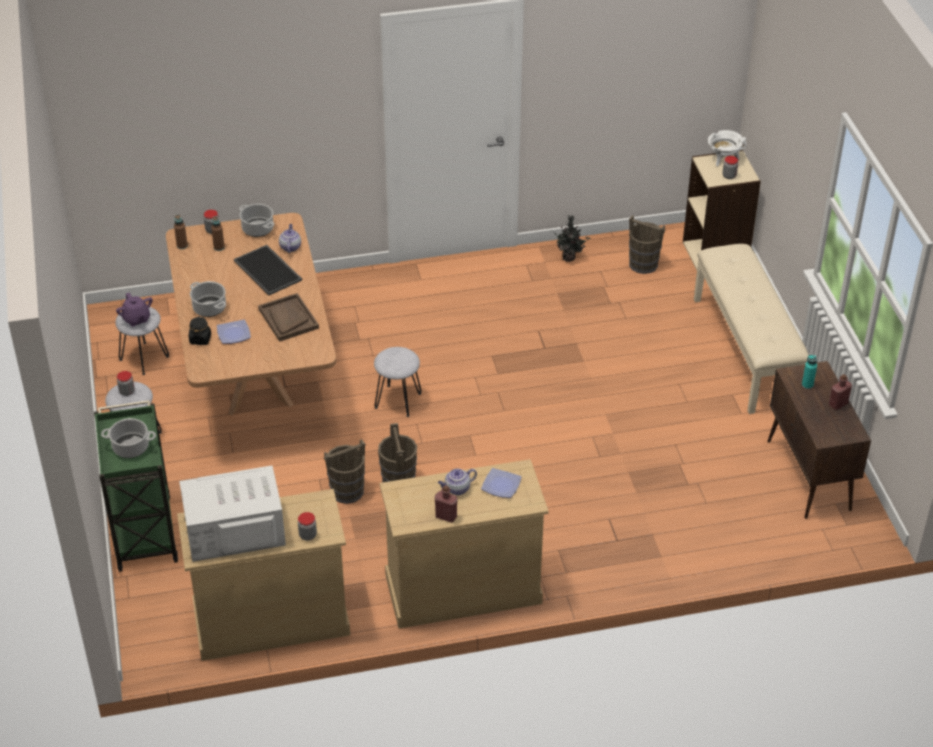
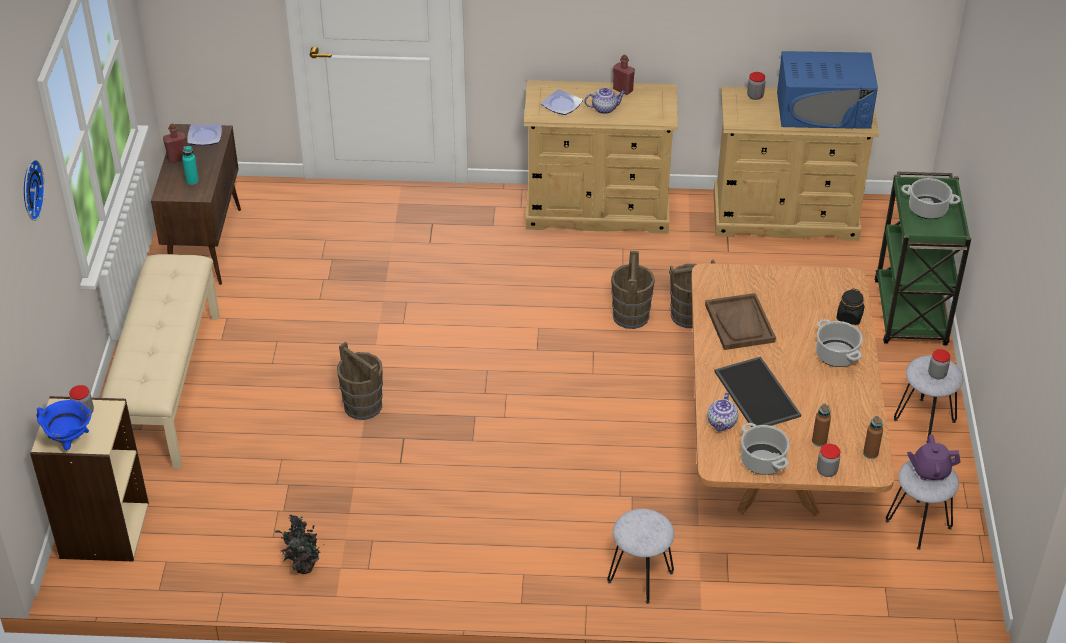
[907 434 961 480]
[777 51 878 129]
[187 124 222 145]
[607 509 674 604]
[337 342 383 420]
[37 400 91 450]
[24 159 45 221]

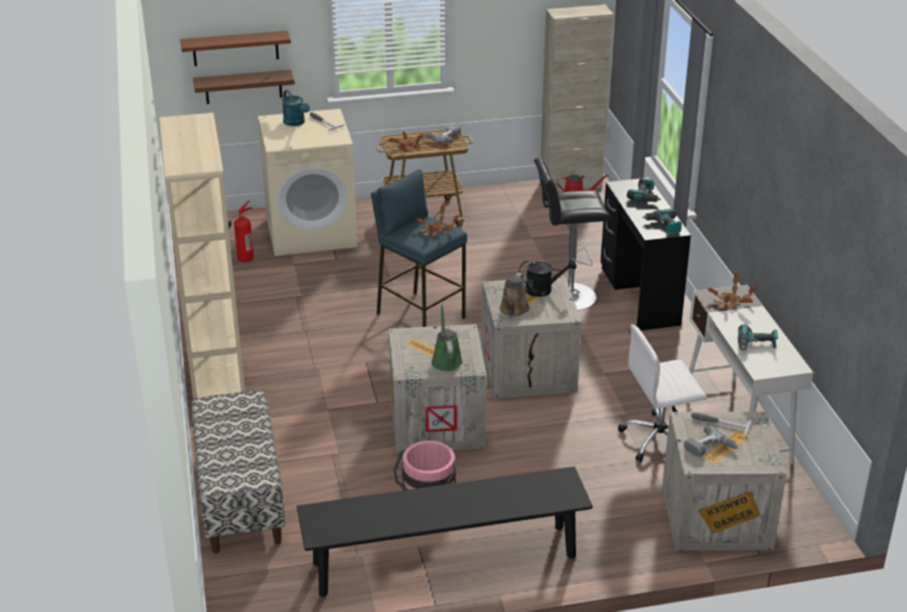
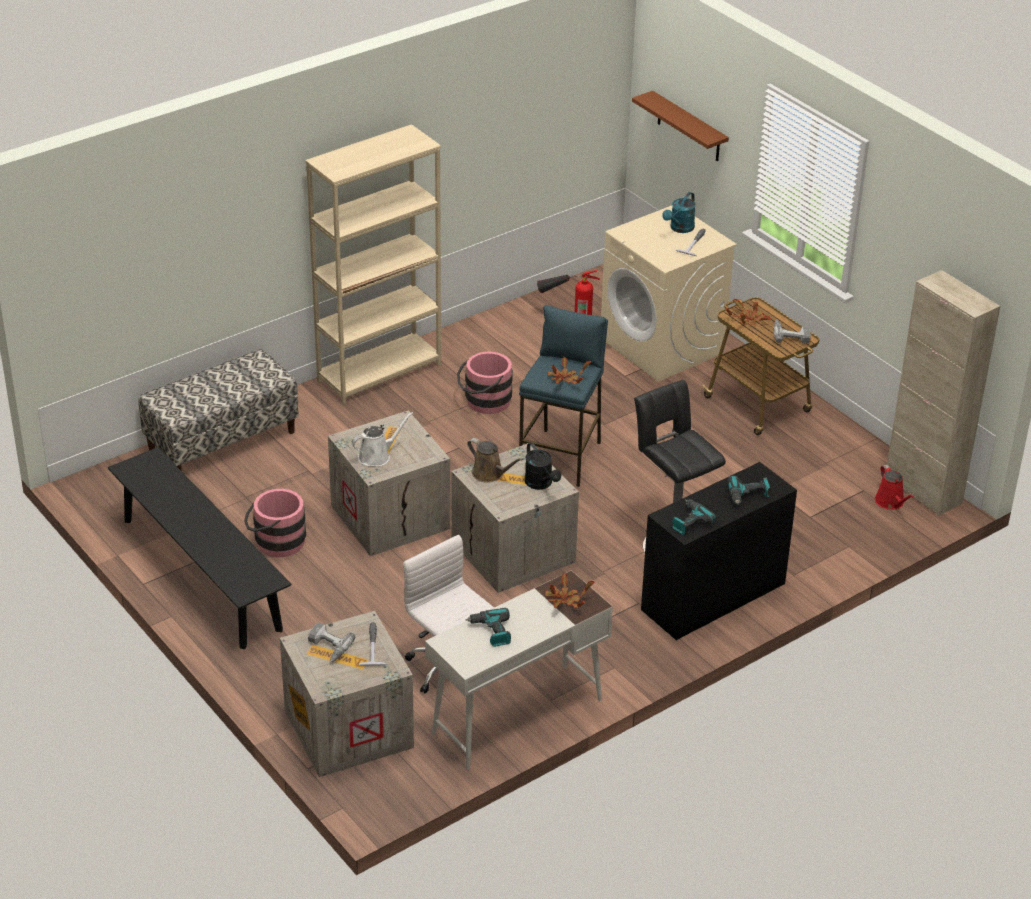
[193 70 295 104] (first image)
[351 412 413 467]
[467 438 523 483]
[457 352 513 414]

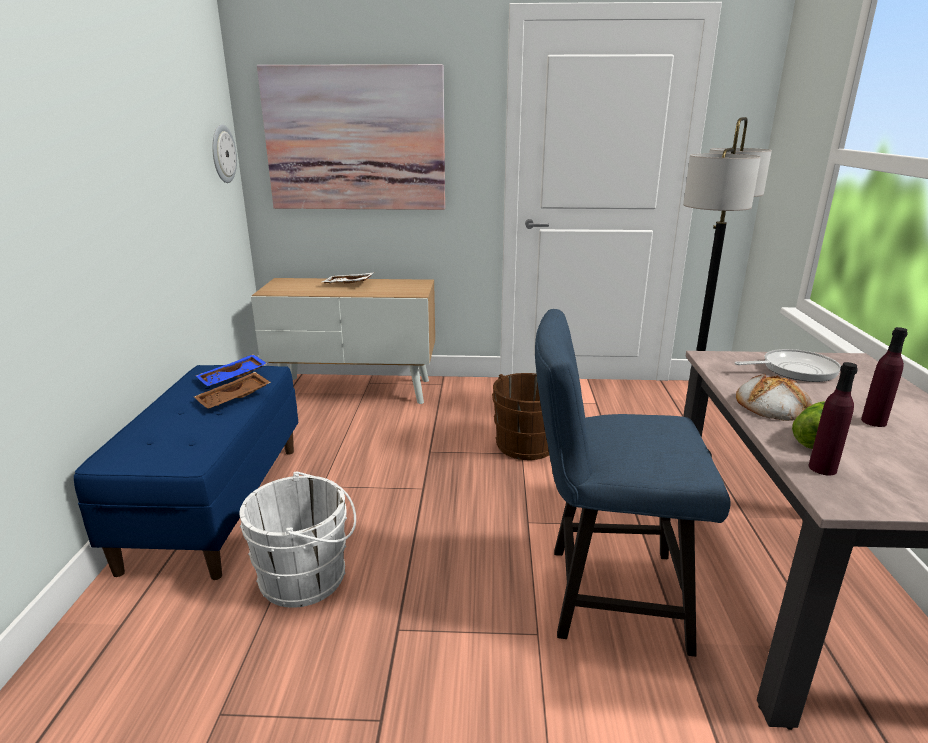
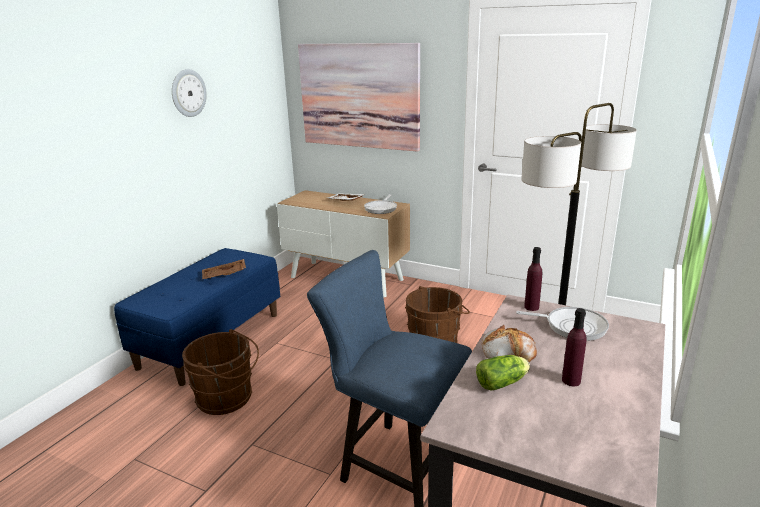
[196 354 267 386] (first image)
[172 69 207 117]
[182 329 259 415]
[524 247 542 311]
[364 194 397 214]

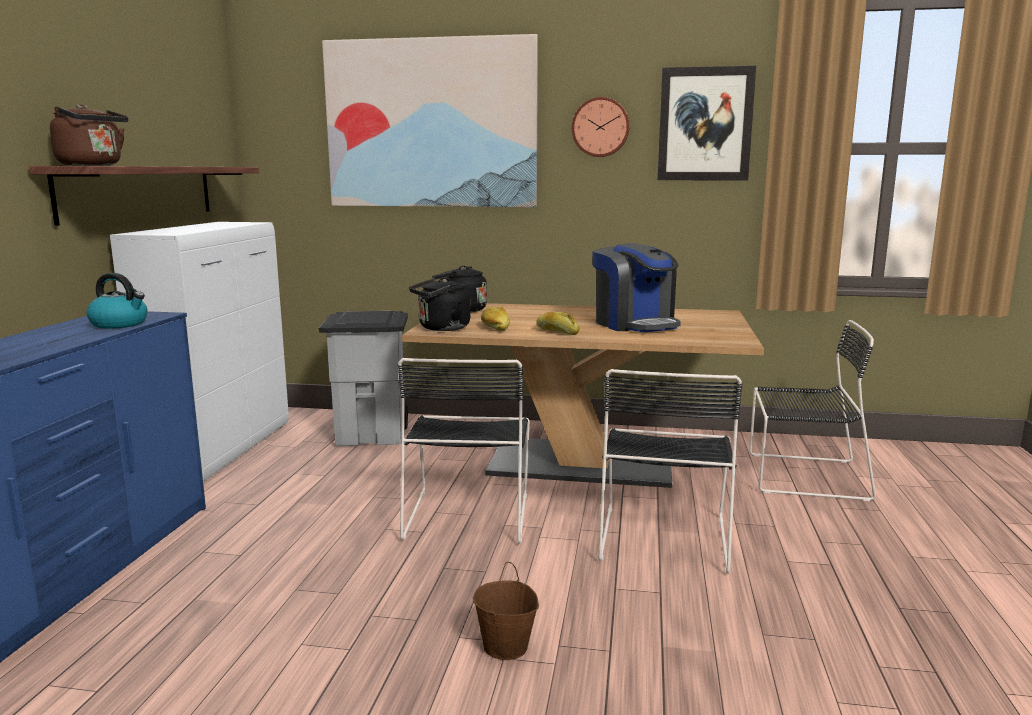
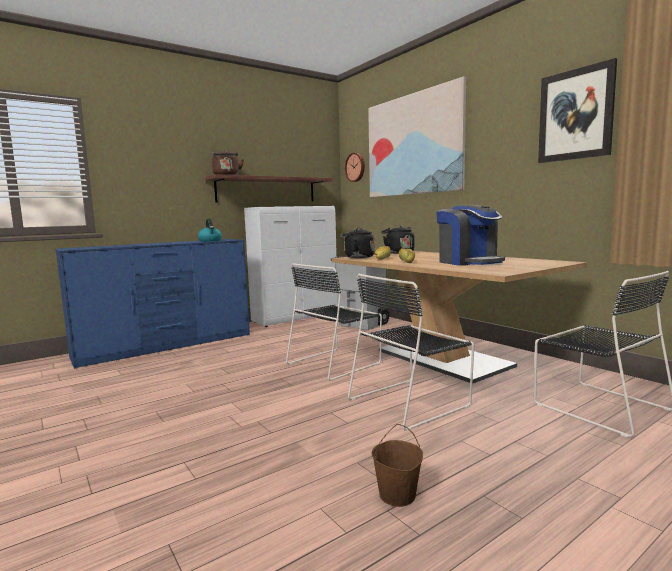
[372 424 423 507]
[345 153 365 182]
[436 205 505 266]

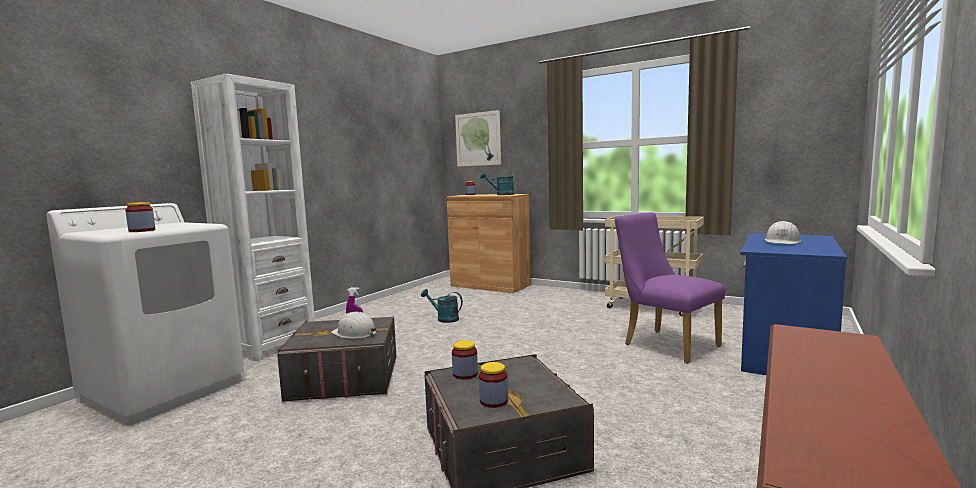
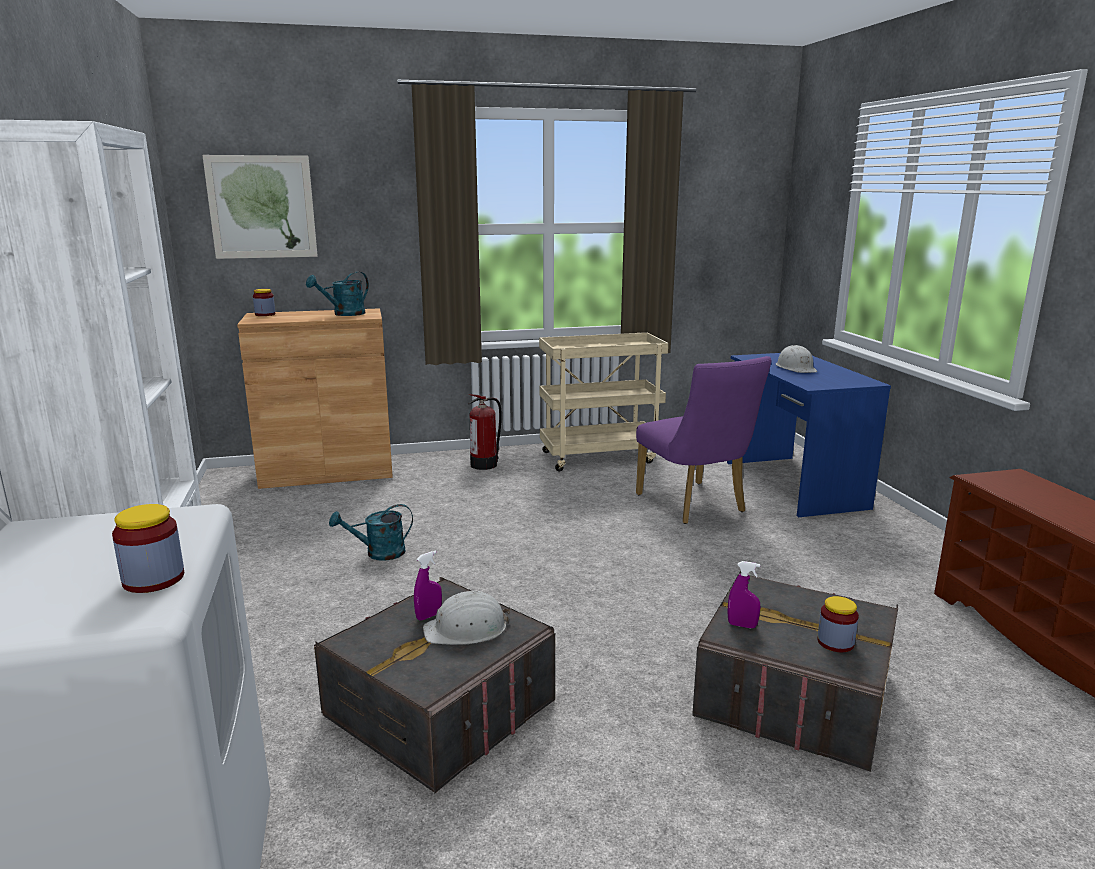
[727 561 760 628]
[636 356 772 524]
[468 394 502 470]

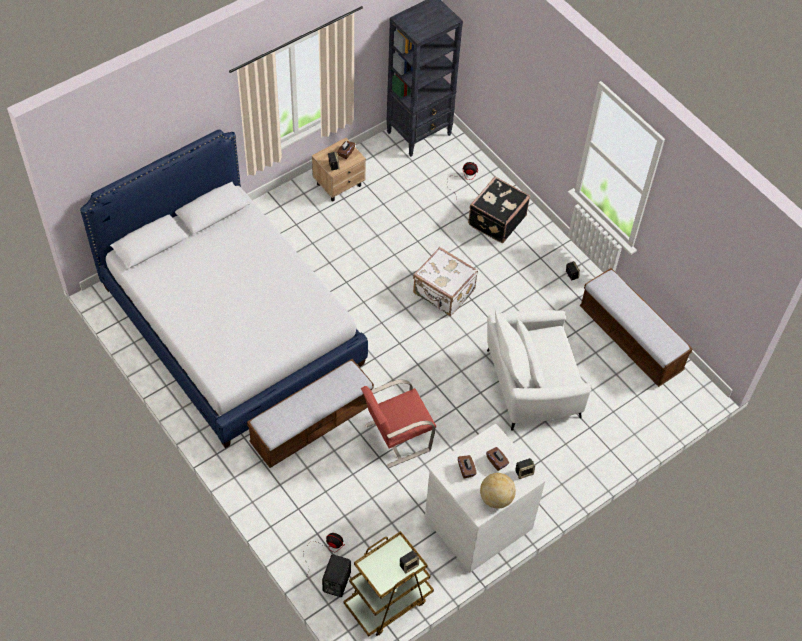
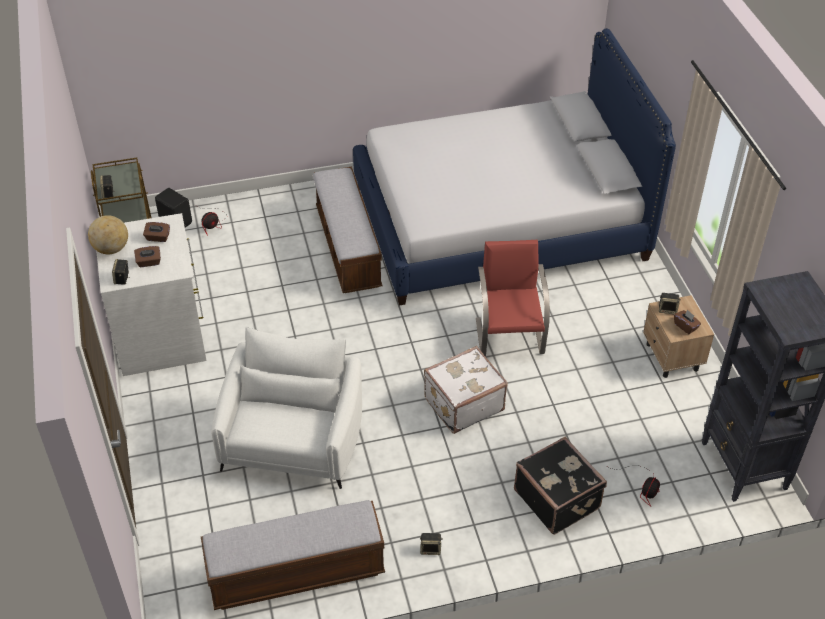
[476 240 550 356]

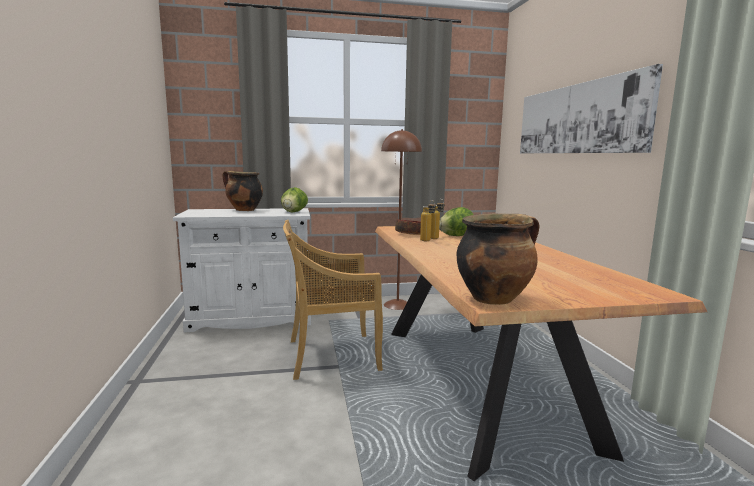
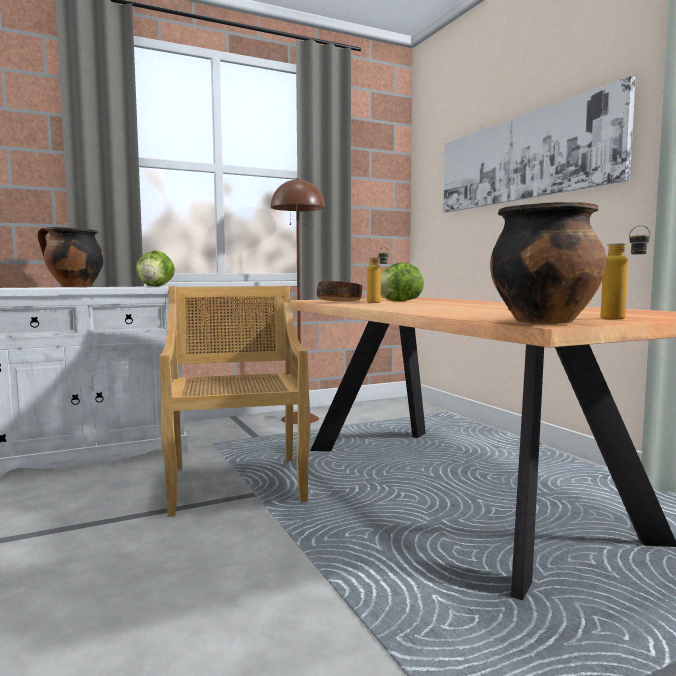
[160 285 310 517]
[601 225 651 320]

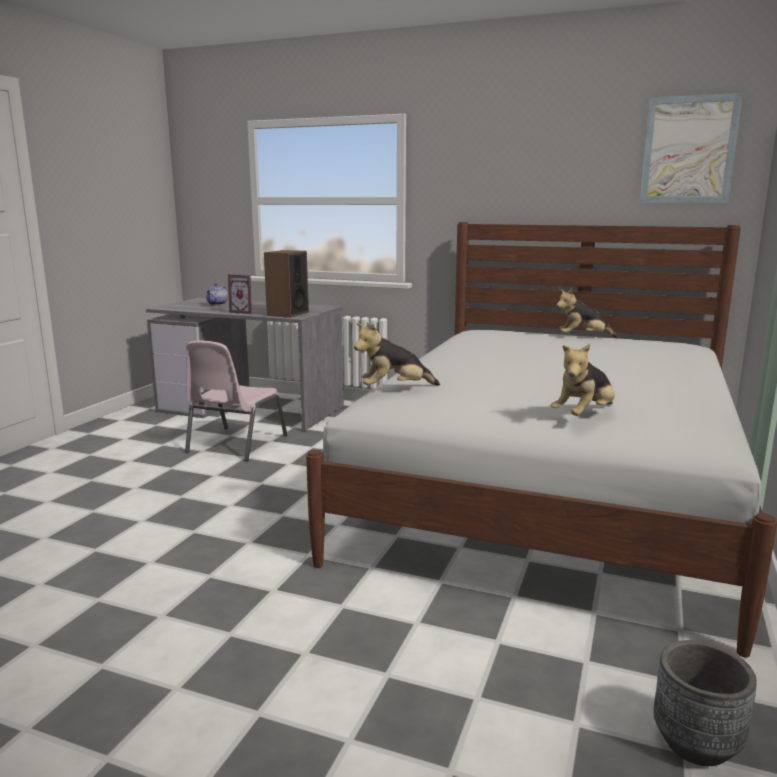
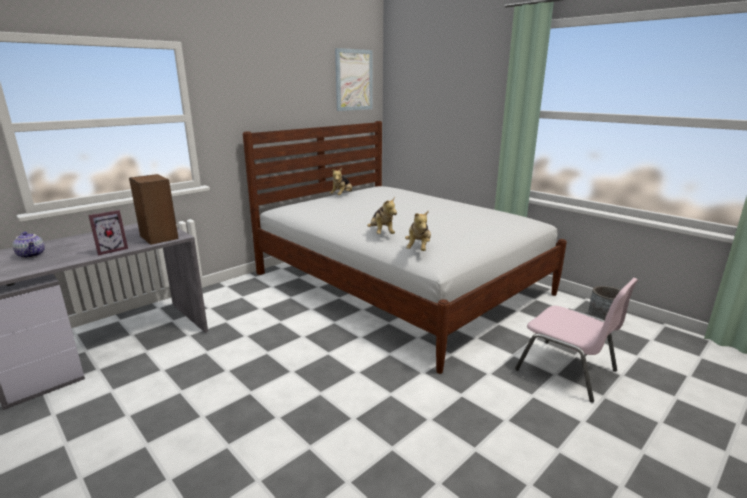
[515 278 638 402]
[367 197 397 234]

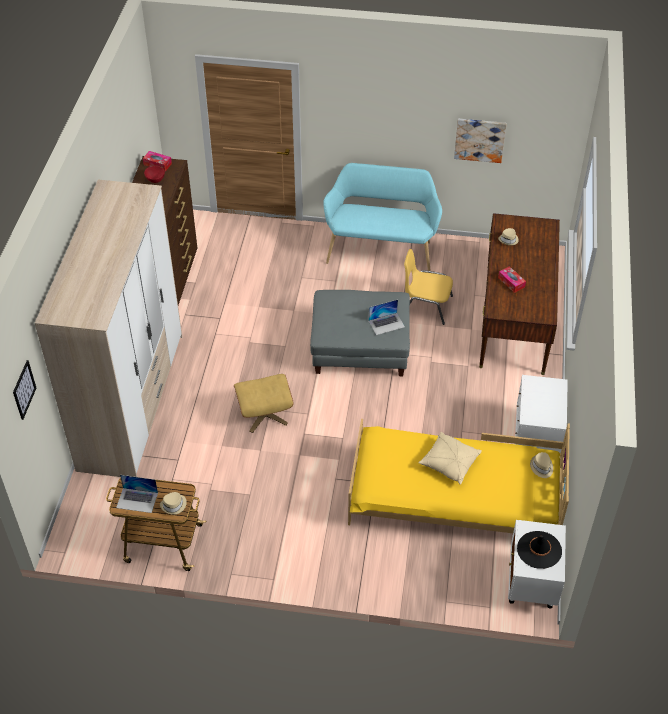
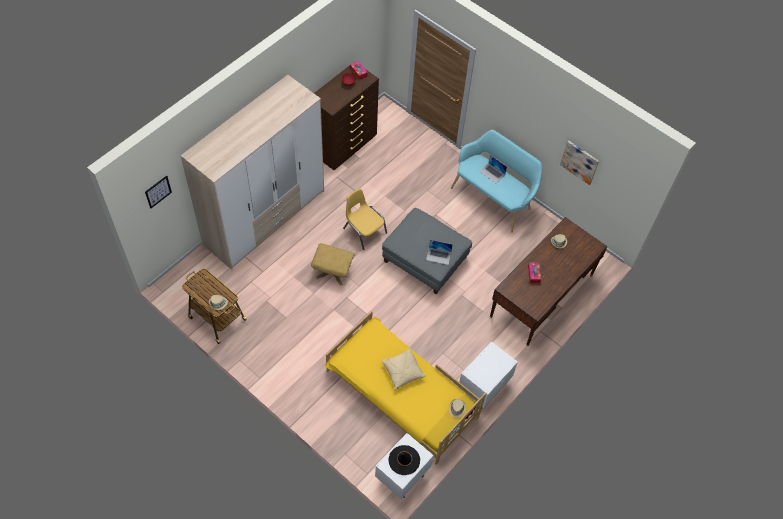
[479 155 507 183]
[343 189 387 250]

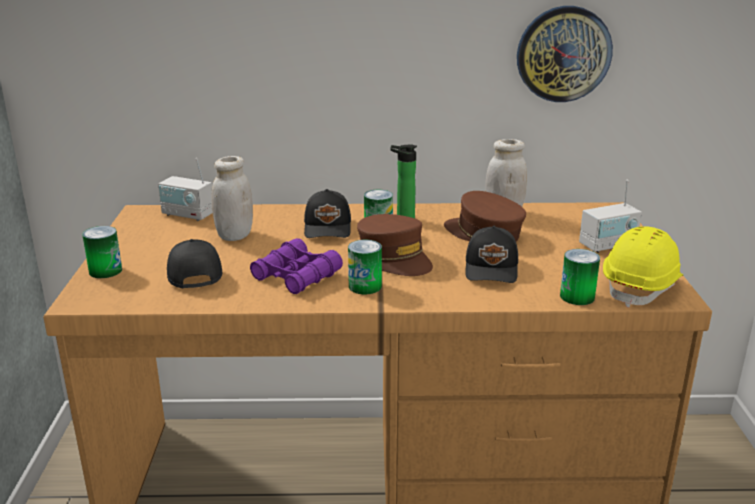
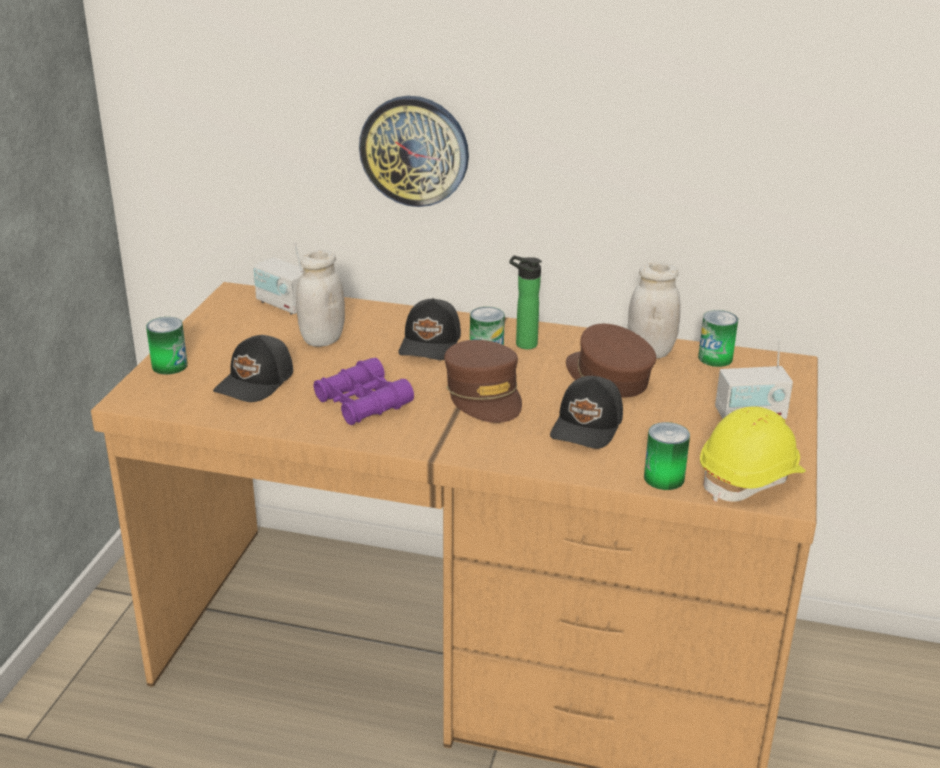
[213 335 293 402]
[698 310 738 367]
[359 96 469 207]

